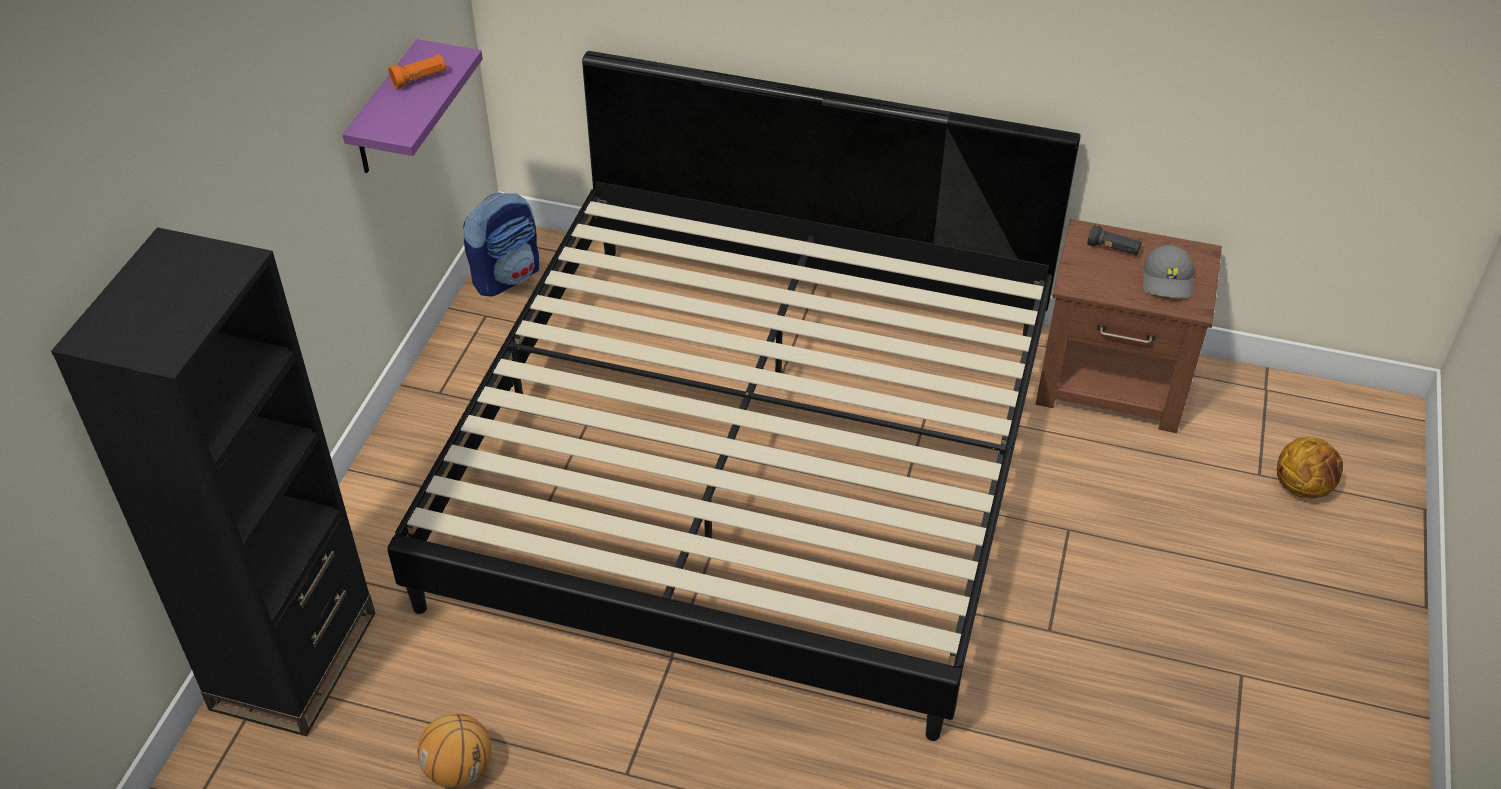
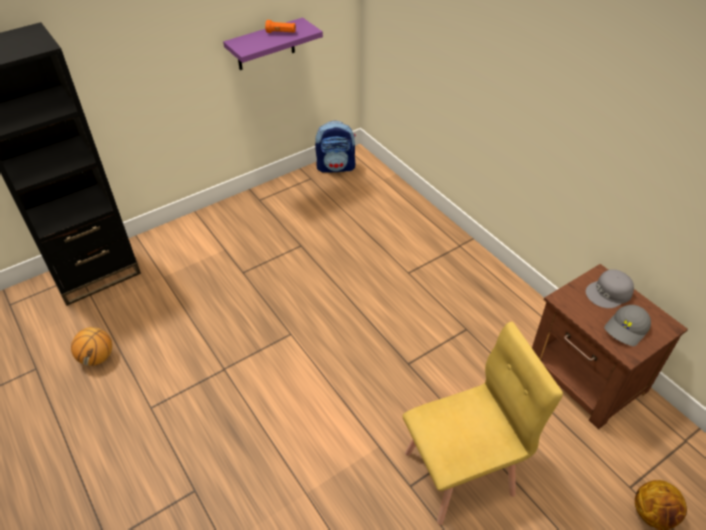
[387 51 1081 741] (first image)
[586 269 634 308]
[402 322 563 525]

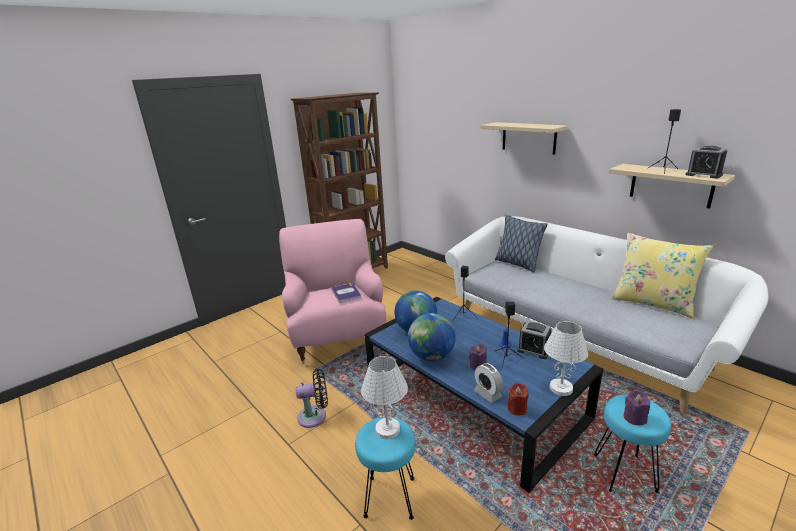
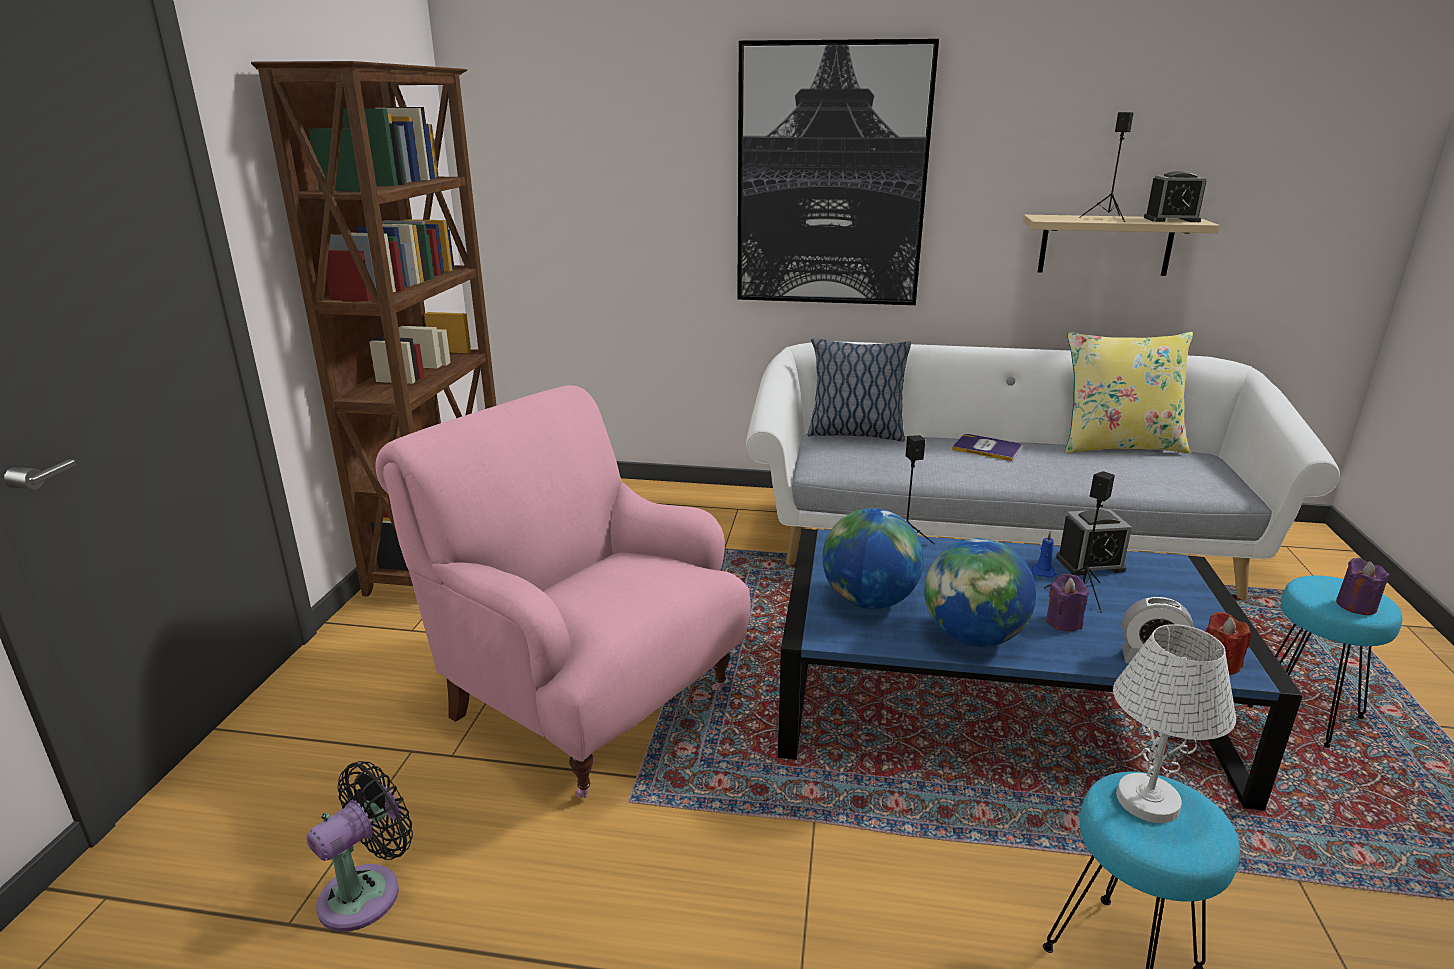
[307 761 413 932]
[952 434 1022 461]
[737 39 939 305]
[544 321 588 396] (first image)

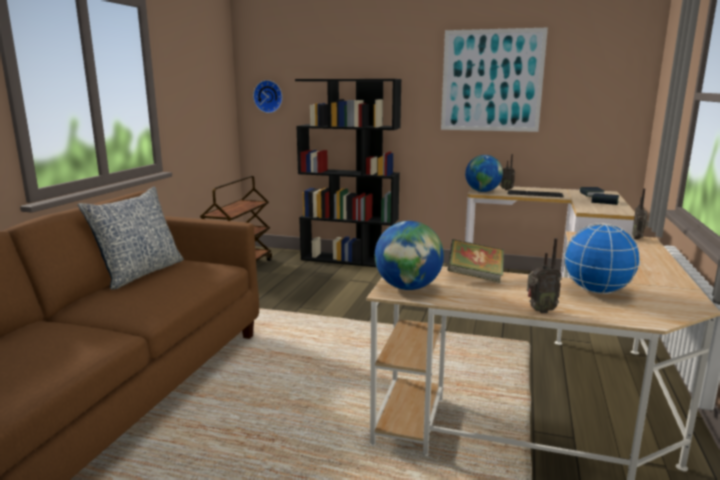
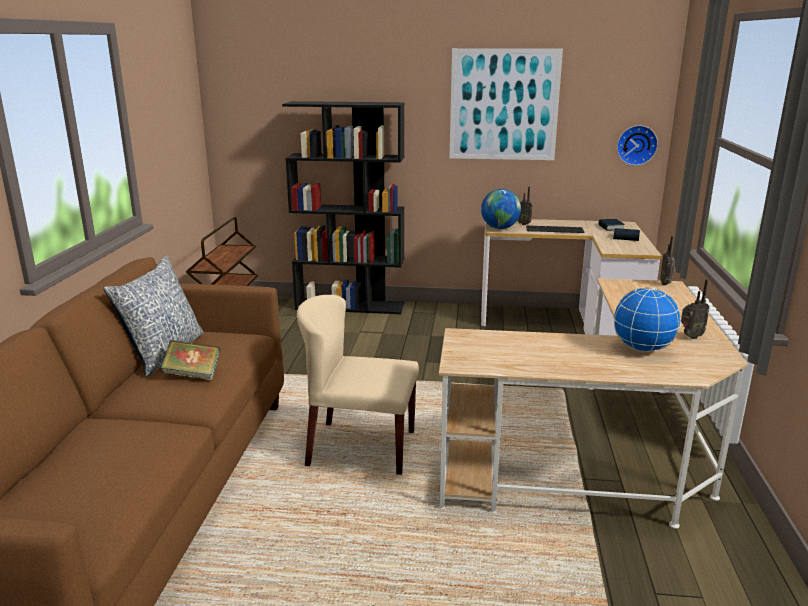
[617 125 658 166]
[375 221 444 290] (first image)
[161 340 220 380]
[681 279 710 339]
[297 295 419 475]

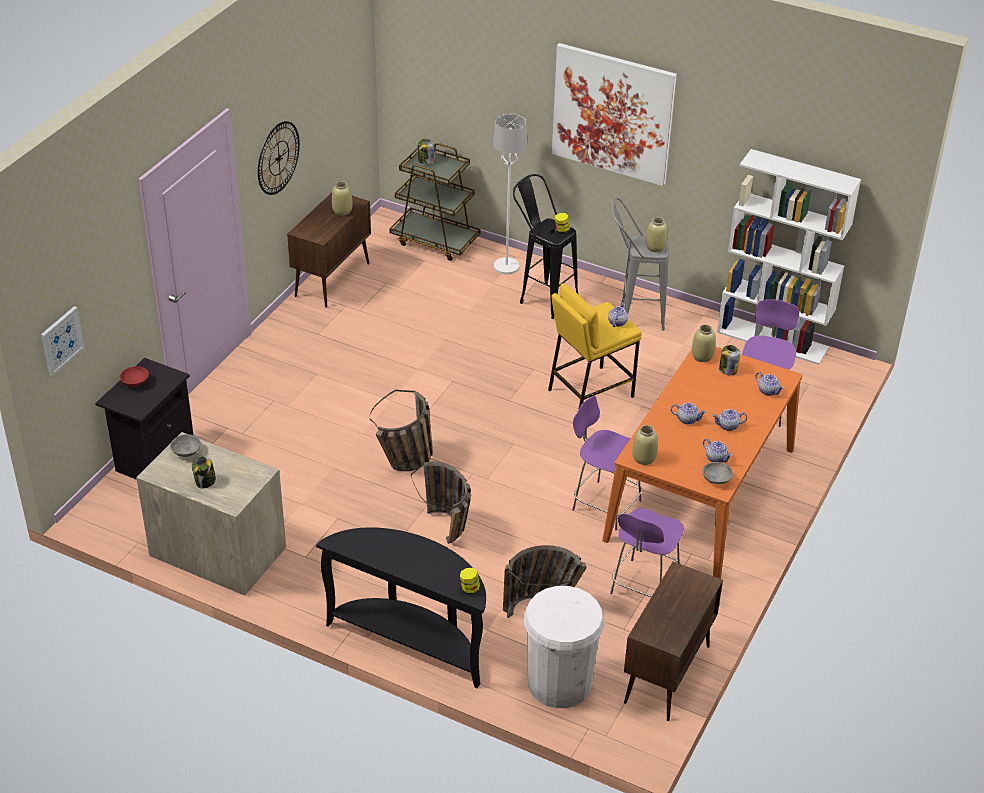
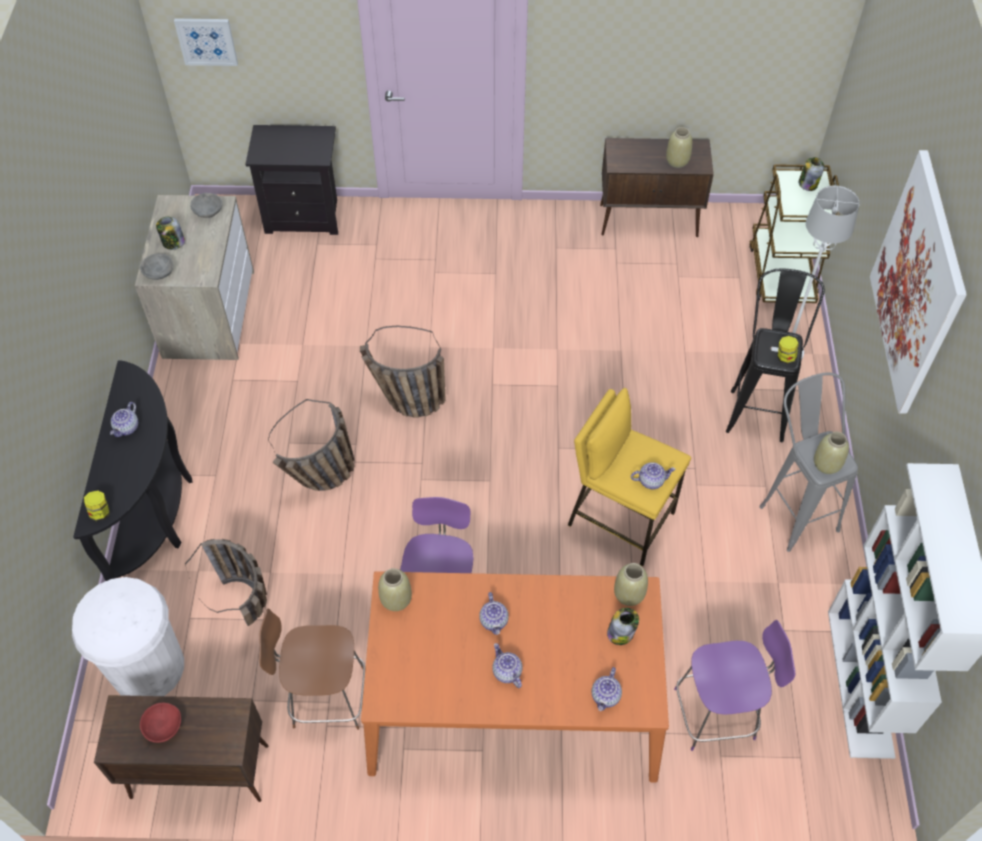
[140 703 181 743]
[258 121 300 195] (first image)
[259 609 365 730]
[140 254 173 280]
[110 402 138 437]

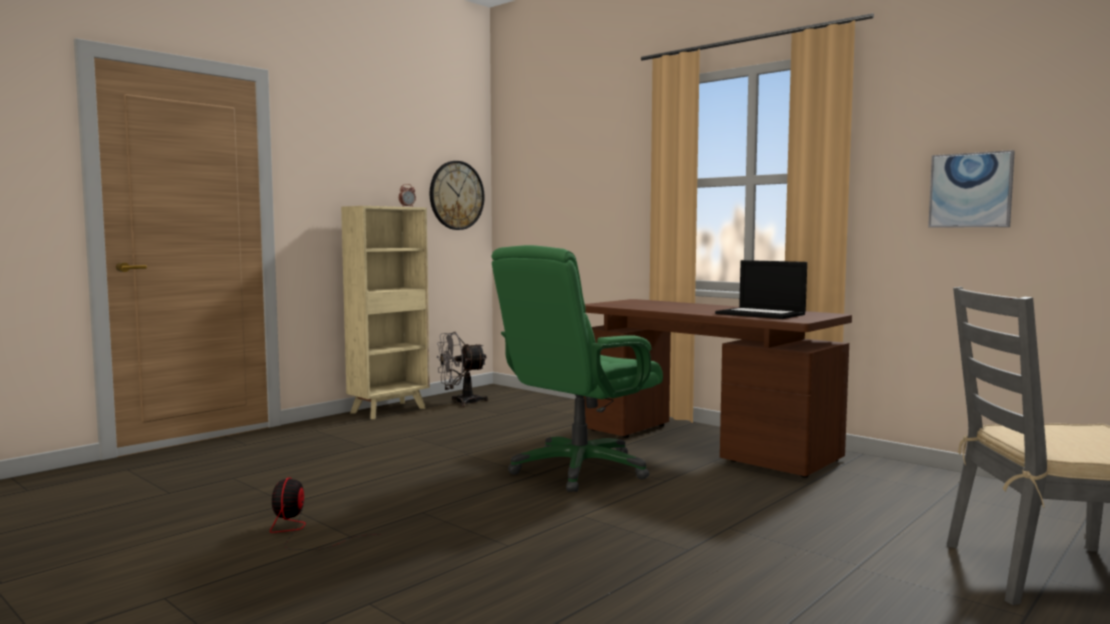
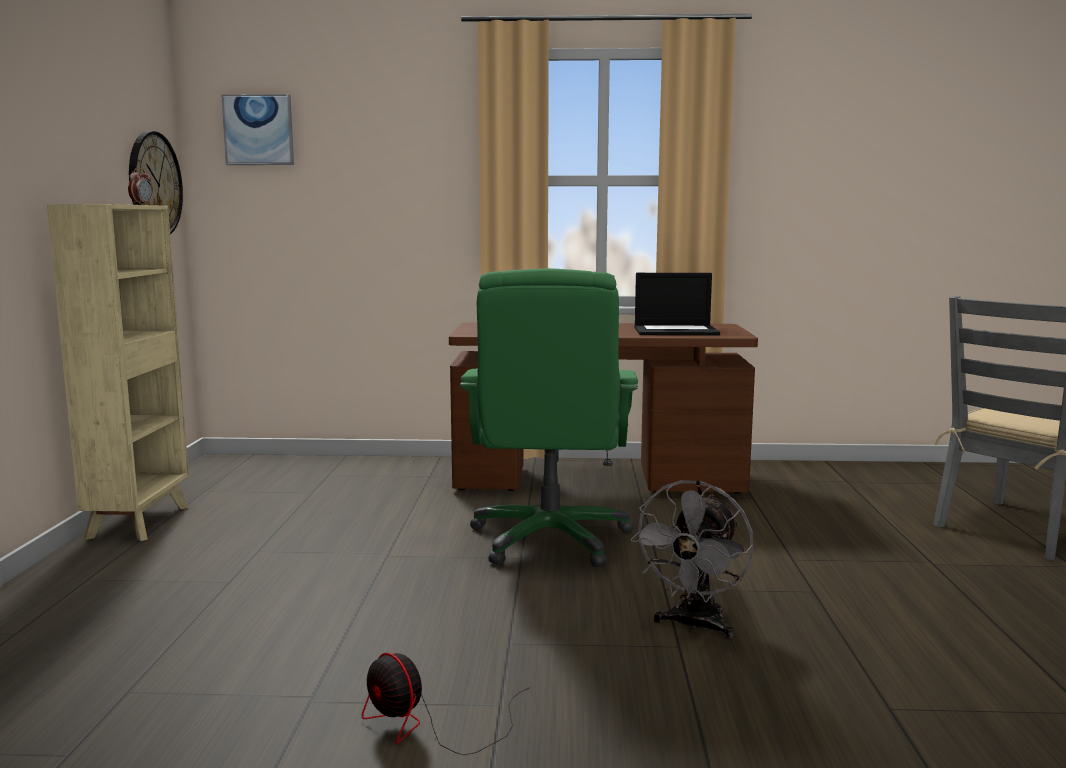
[630 480 754 639]
[221 94 294 165]

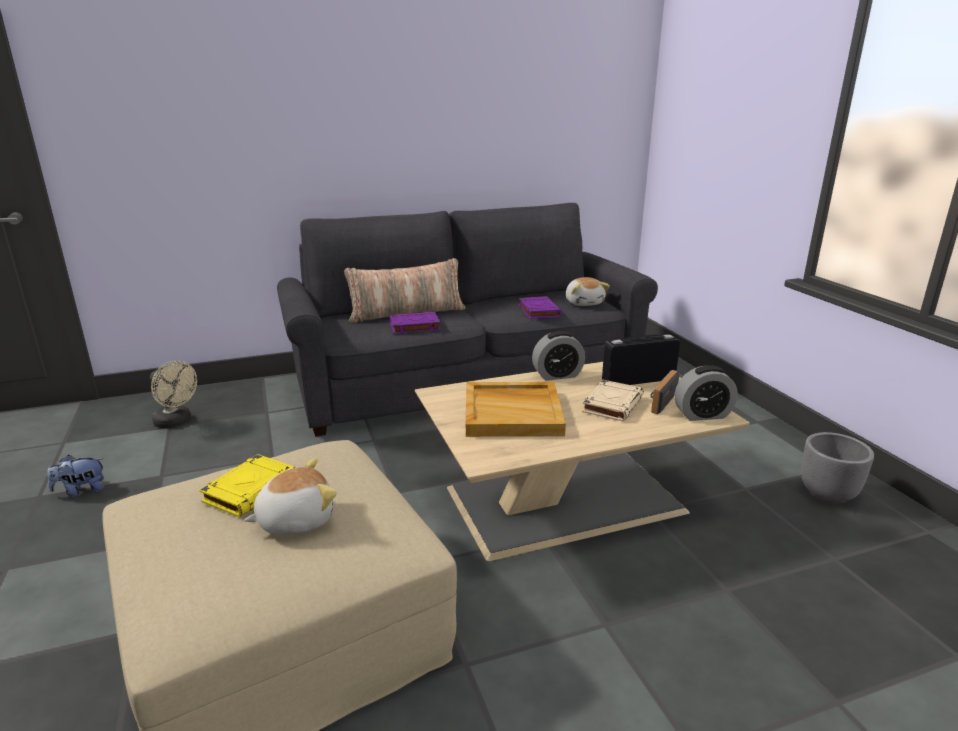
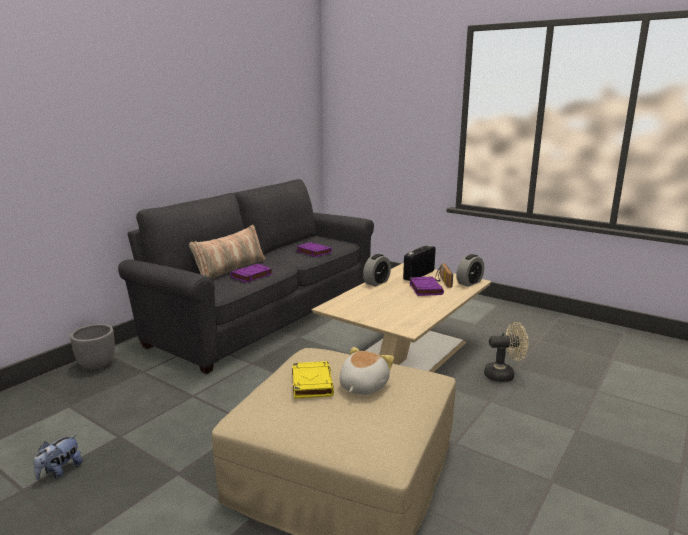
[484 322 529 382]
[466 382 566 437] (first image)
[566 277 610 306] (first image)
[409 277 444 296]
[70 324 115 370]

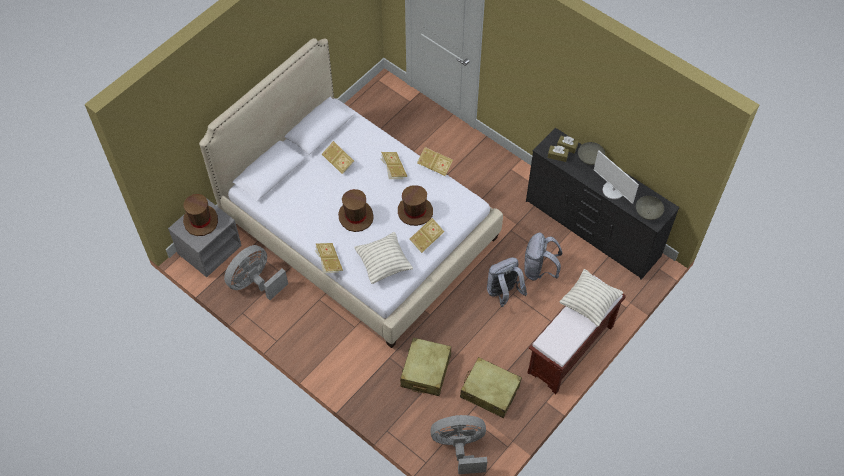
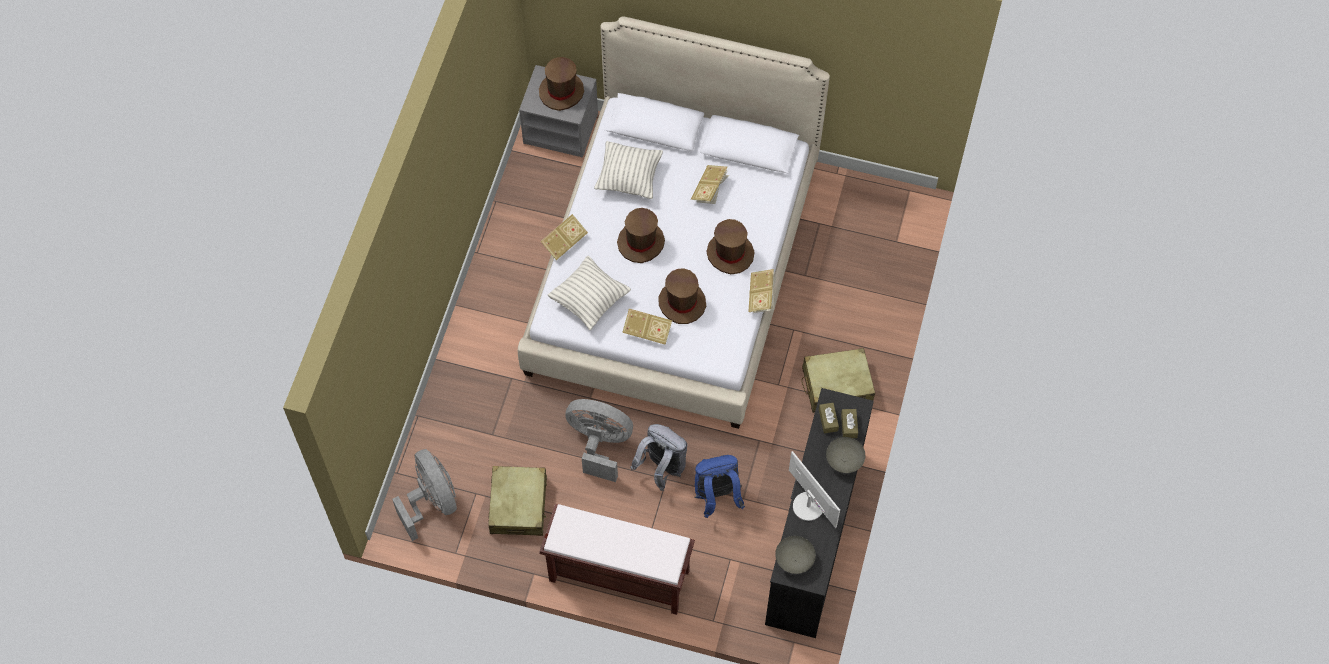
[565 399 633 482]
[707 219 755 274]
[801 348 875 413]
[694 455 745 518]
[594 141 663 199]
[789 451 840 528]

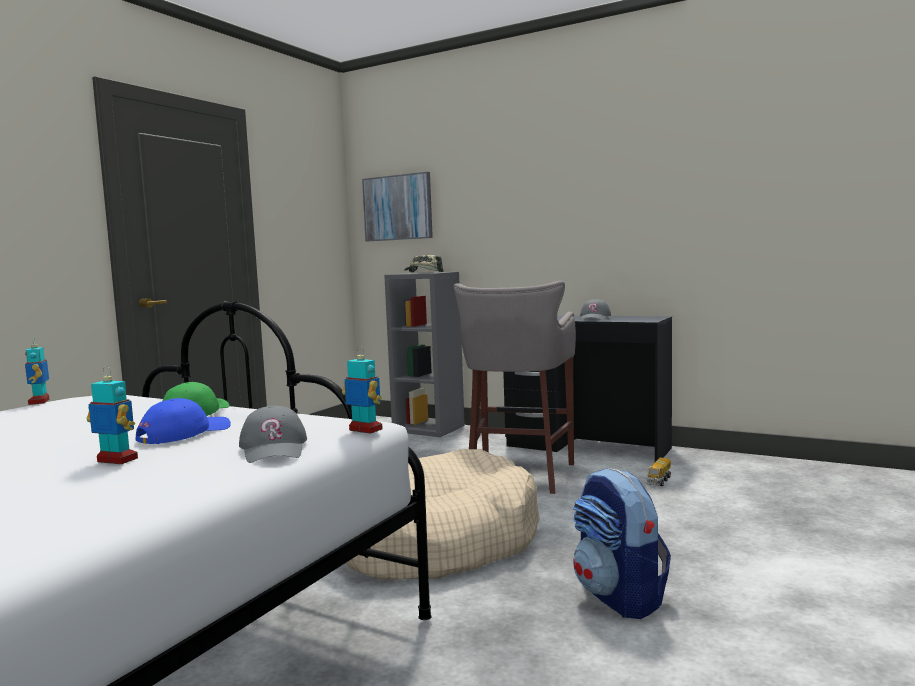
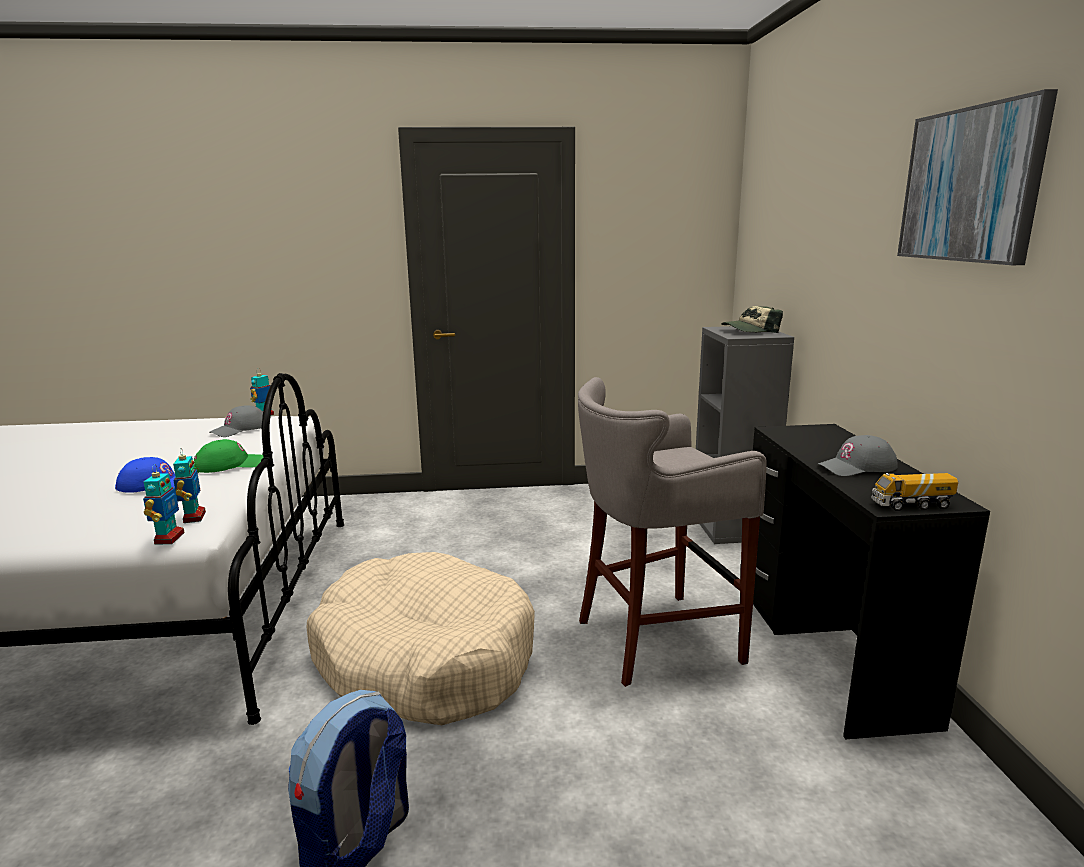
[173 448 206 523]
[209 405 263 437]
[897 89 1058 265]
[871 473 958 511]

